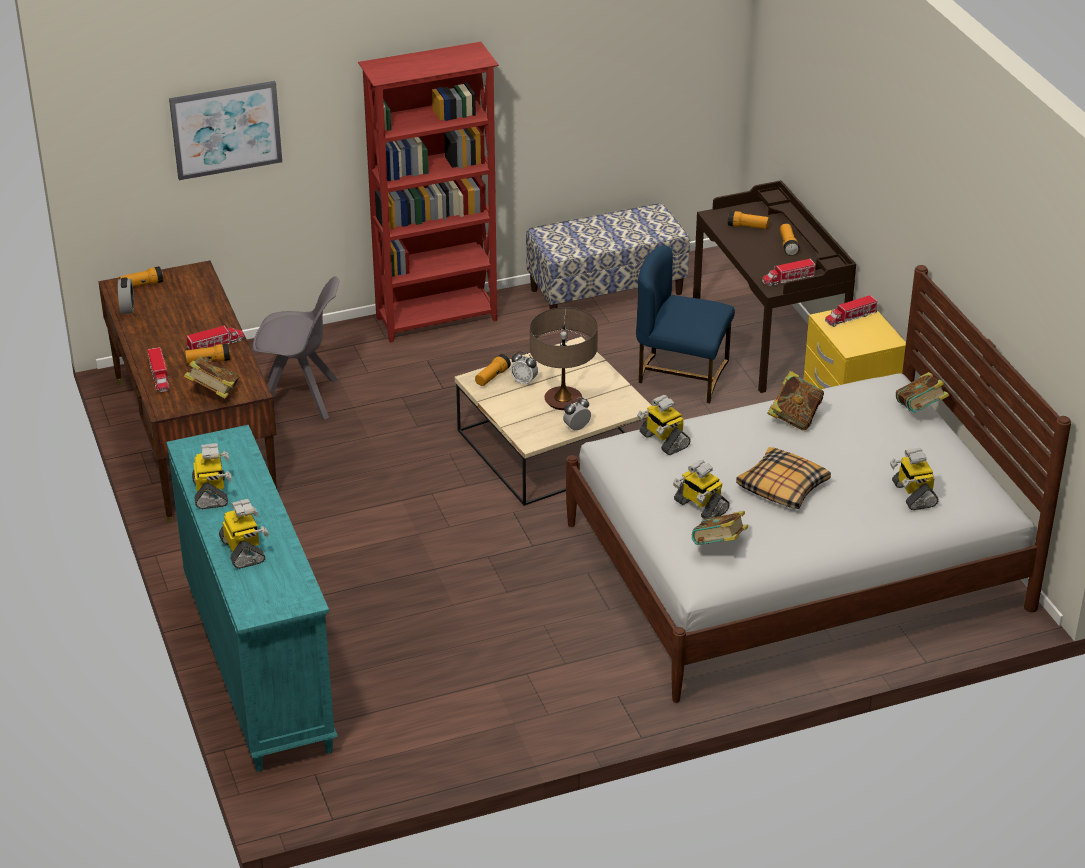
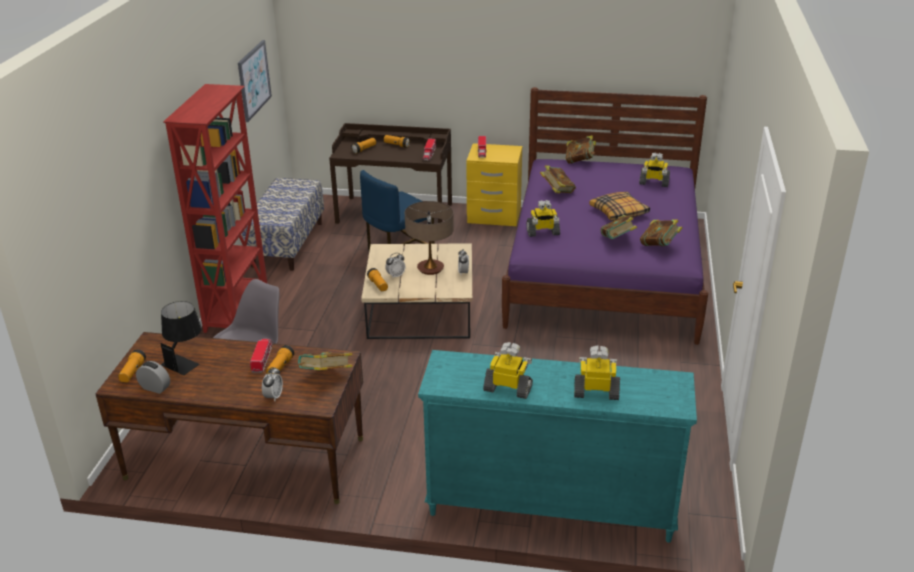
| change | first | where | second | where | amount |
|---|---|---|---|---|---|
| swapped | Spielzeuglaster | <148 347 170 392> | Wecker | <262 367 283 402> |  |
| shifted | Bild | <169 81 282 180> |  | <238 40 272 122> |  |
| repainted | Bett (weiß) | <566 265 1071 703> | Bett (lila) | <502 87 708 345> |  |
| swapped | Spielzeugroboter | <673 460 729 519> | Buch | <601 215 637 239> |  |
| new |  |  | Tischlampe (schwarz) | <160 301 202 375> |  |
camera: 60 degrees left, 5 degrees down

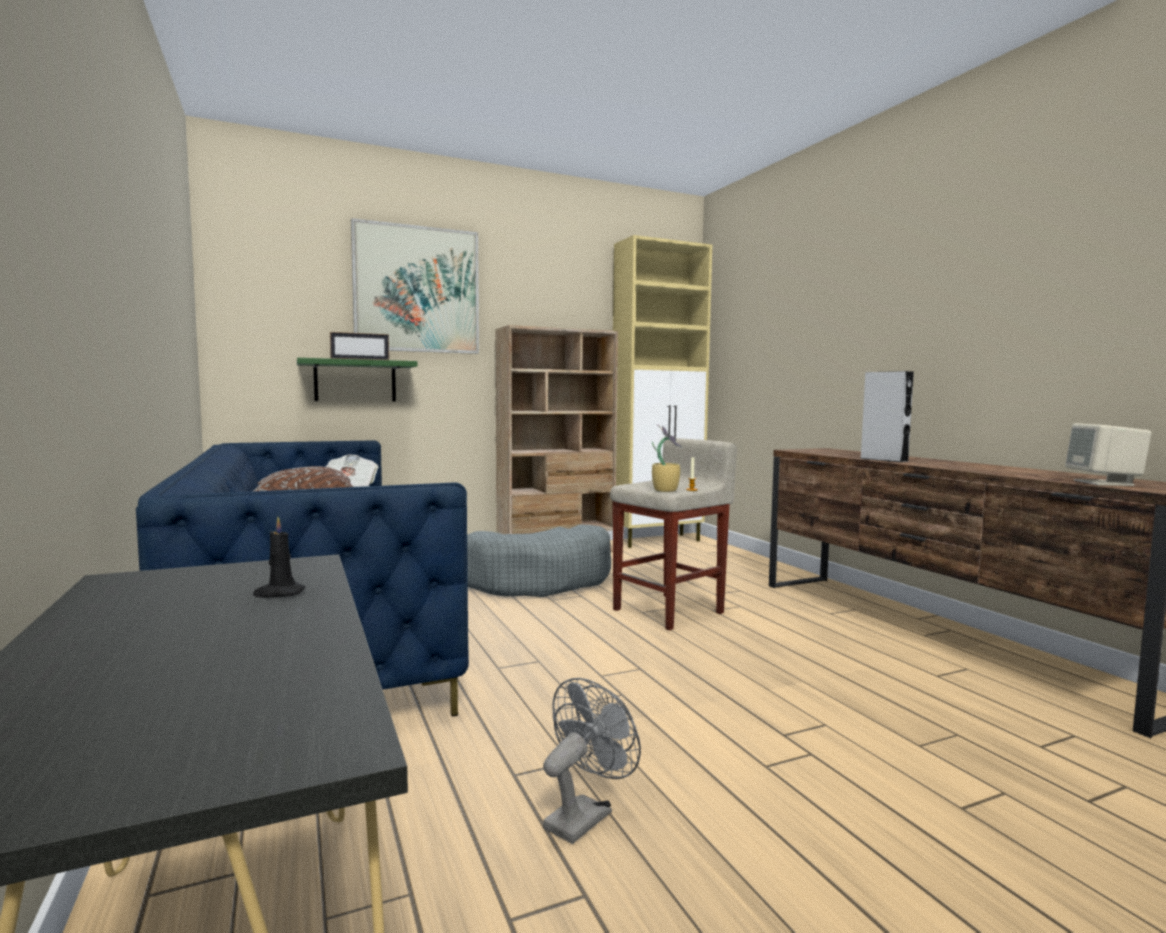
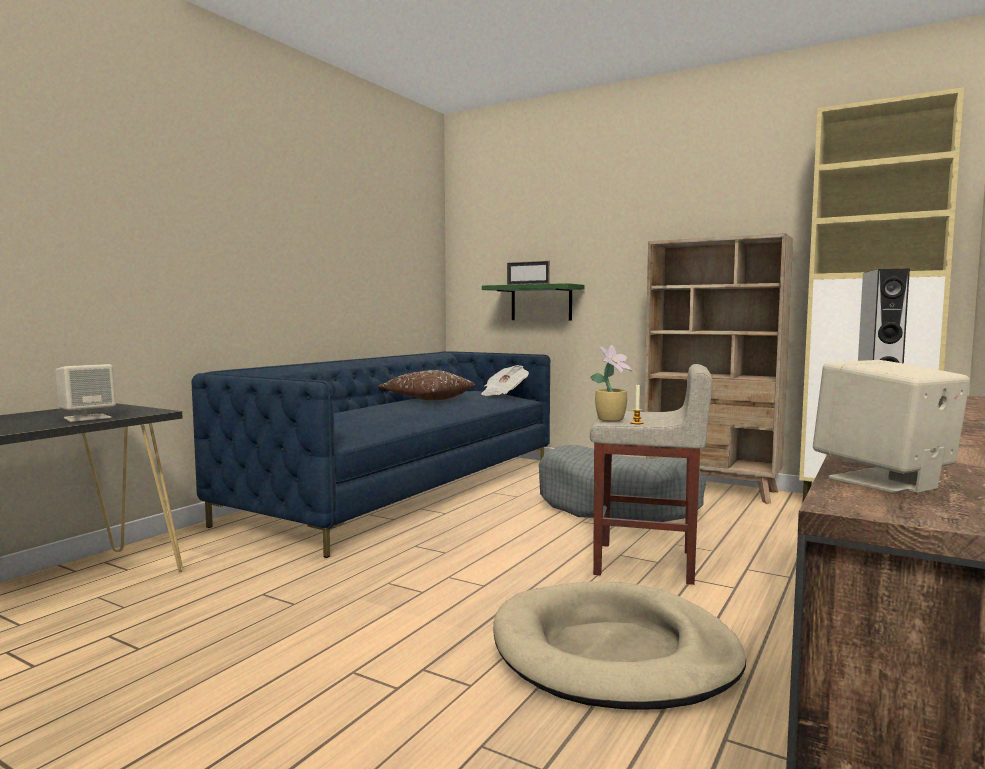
| change | first | where | second | where | amount |
|---|---|---|---|---|---|
| swapped | Kerze (schwarz) | <253 517 305 597> | Lautsprecher (beige) | <55 364 116 422> |  |
| gone | Bild | <351 218 479 354> |  |  |  |
| gone | Ventilator (grau) | <543 678 641 844> |  |  |  |
| new |  |  | Hundebett (beige) | <493 581 746 709> |  |
camera: 55 degrees right, 0 degrees up

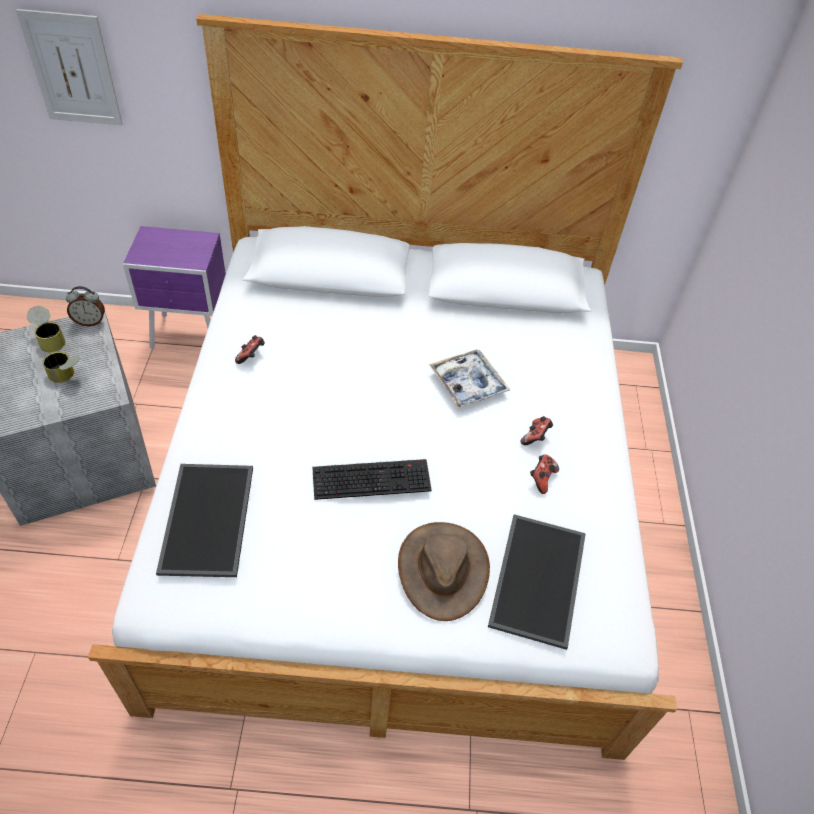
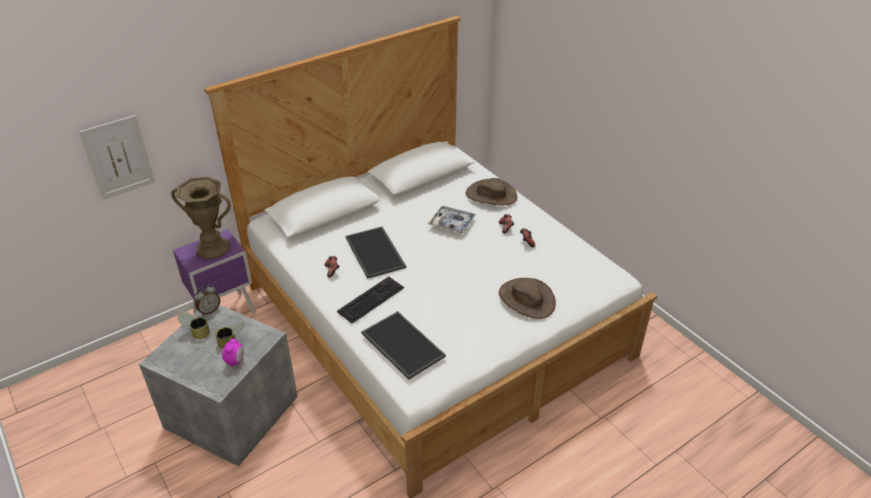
| change | first | where | second | where | amount |
|---|---|---|---|---|---|
| shifted | Tastatur | <312 459 432 500> |  | <337 277 404 324> |  |
| shifted | Tablett | <488 514 586 650> |  | <346 227 406 279> |  |
| new |  |  | Vase (braun) | <171 176 231 259> |  |
| new |  |  | Wecker | <222 339 244 367> |  |
| new |  |  | Hut (braun) | <466 178 517 205> |  |
camera: 35 degrees left, 10 degrees down

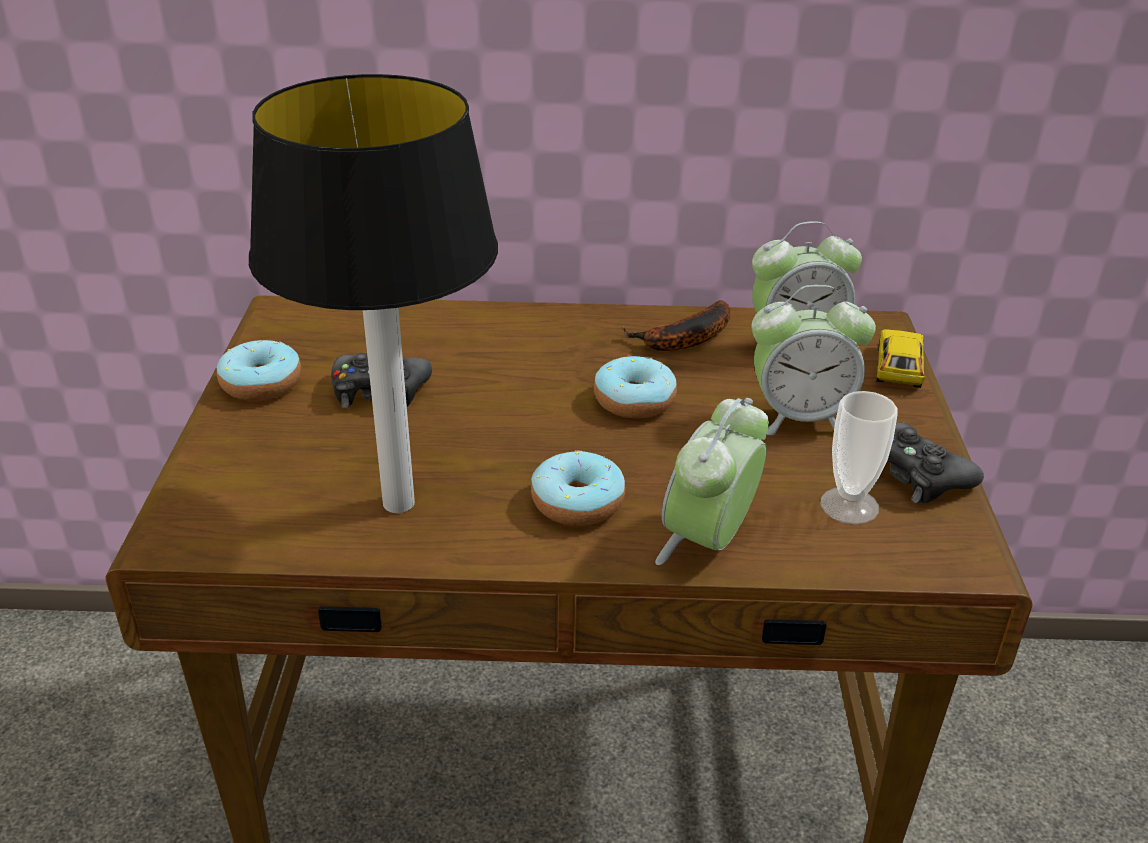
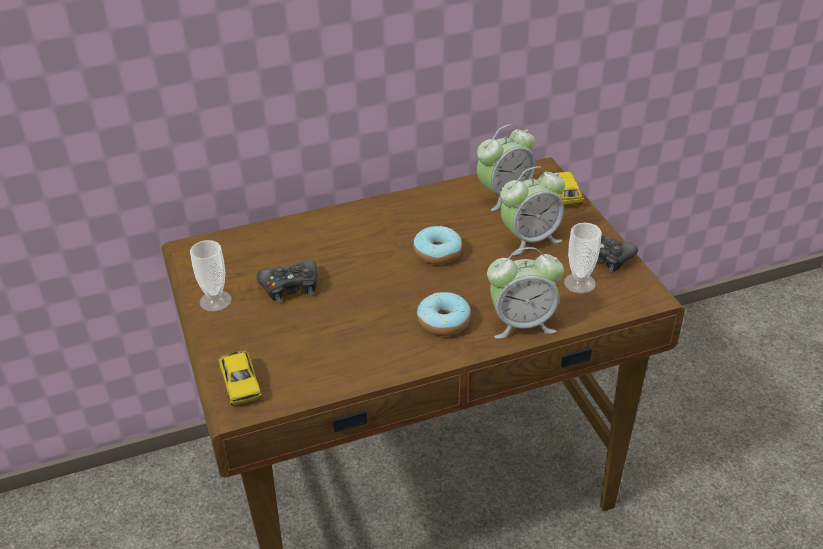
| change | first | where | second | where | amount |
|---|---|---|---|---|---|
| swapped | Donut | <217 340 301 401> | Tasse | <190 240 232 312> |  |
| gone | Tischlampe | <249 74 498 513> |  |  |  |
| gone | Banane | <622 300 731 351> |  |  |  |
| rotated | Wecker | <655 398 769 565> |  | <487 247 564 339> | 105 degrees counterclockwise |
| new |  |  | Spielzeugauto | <218 351 262 405> |  |
camera: 20 degrees left, 5 degrees up

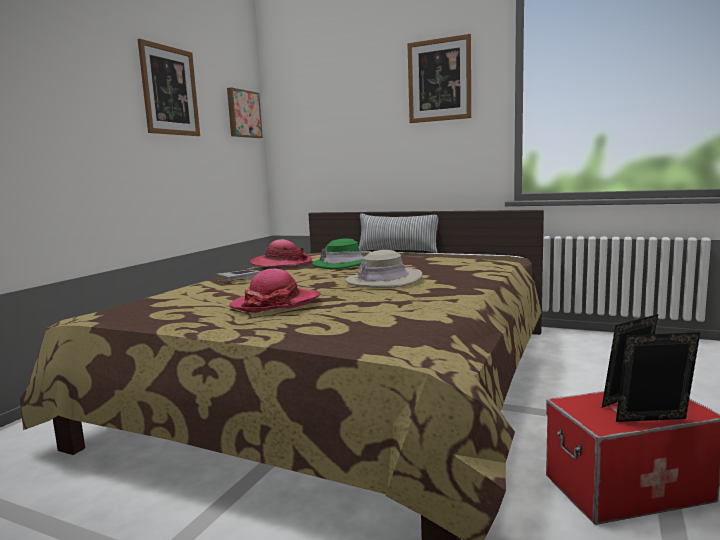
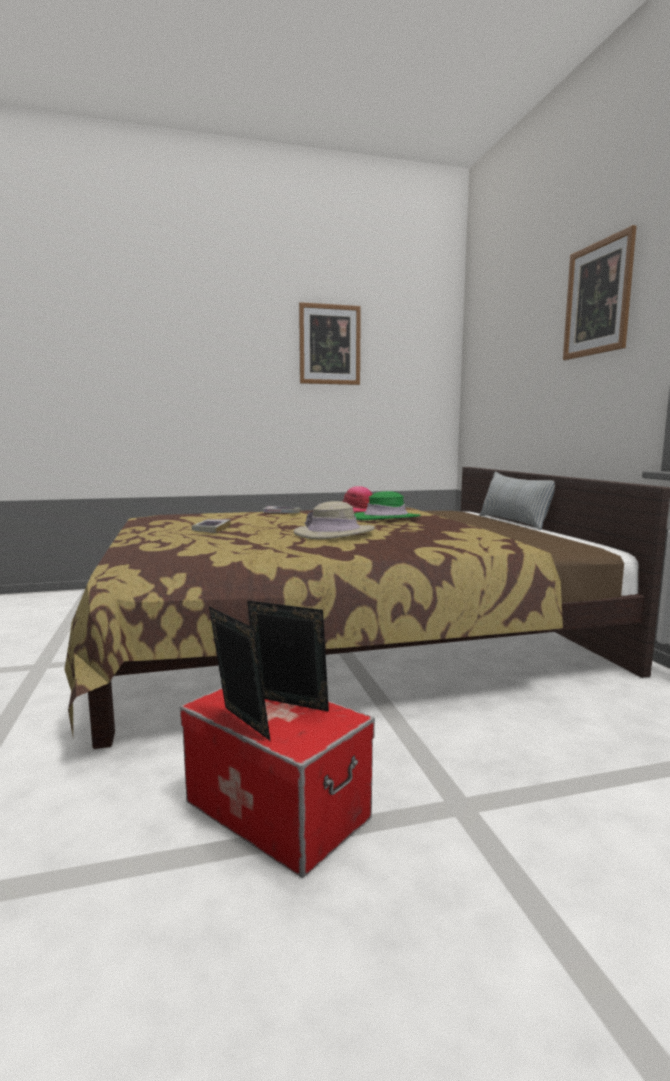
| change | first | where | second | where | amount |
|---|---|---|---|---|---|
| gone | Bild | <227 87 263 138> |  |  |  |
| swapped | Hut | <229 269 320 313> | Buch | <192 519 231 533> |  |
camera: 50 degrees right, 0 degrees up

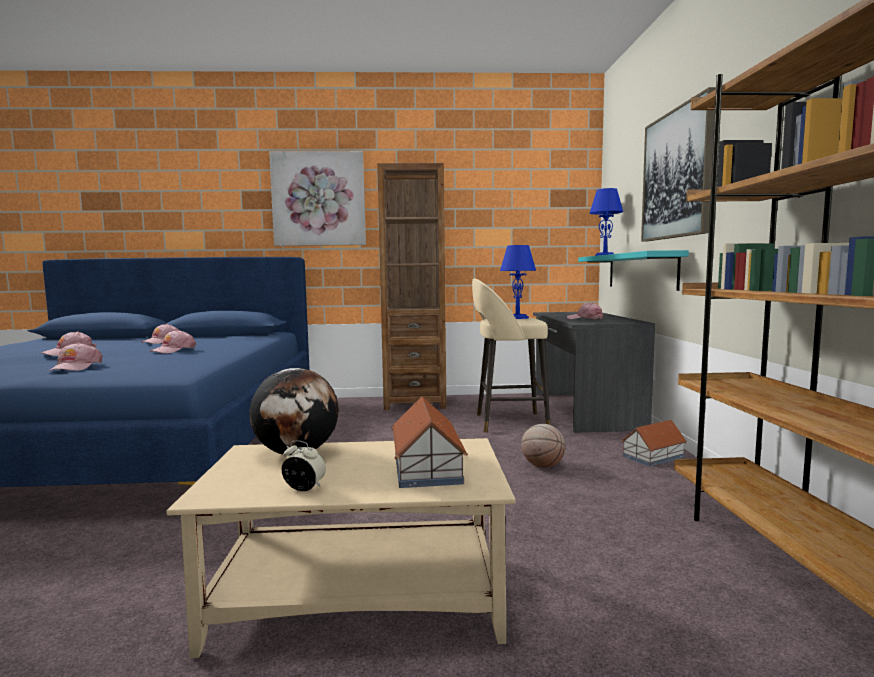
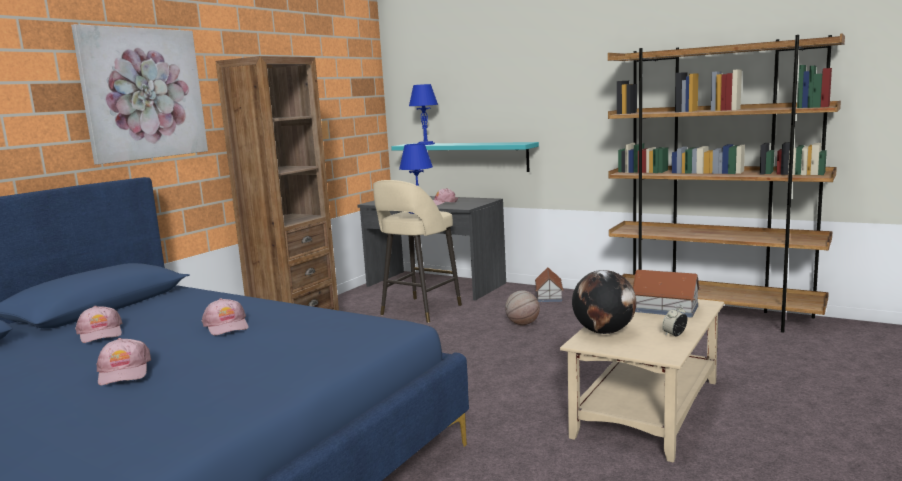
| change | first | where | second | where | amount |
|---|---|---|---|---|---|
| gone | Kappe (rosa) | <48 342 103 371> |  |  |  |
| gone | Bild | <641 87 716 242> |  |  |  |
camera: 55 degrees left, 5 degrees up

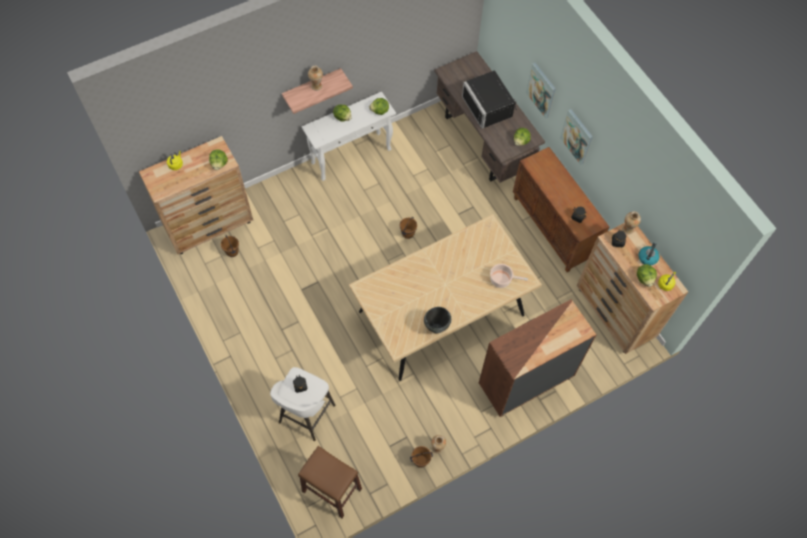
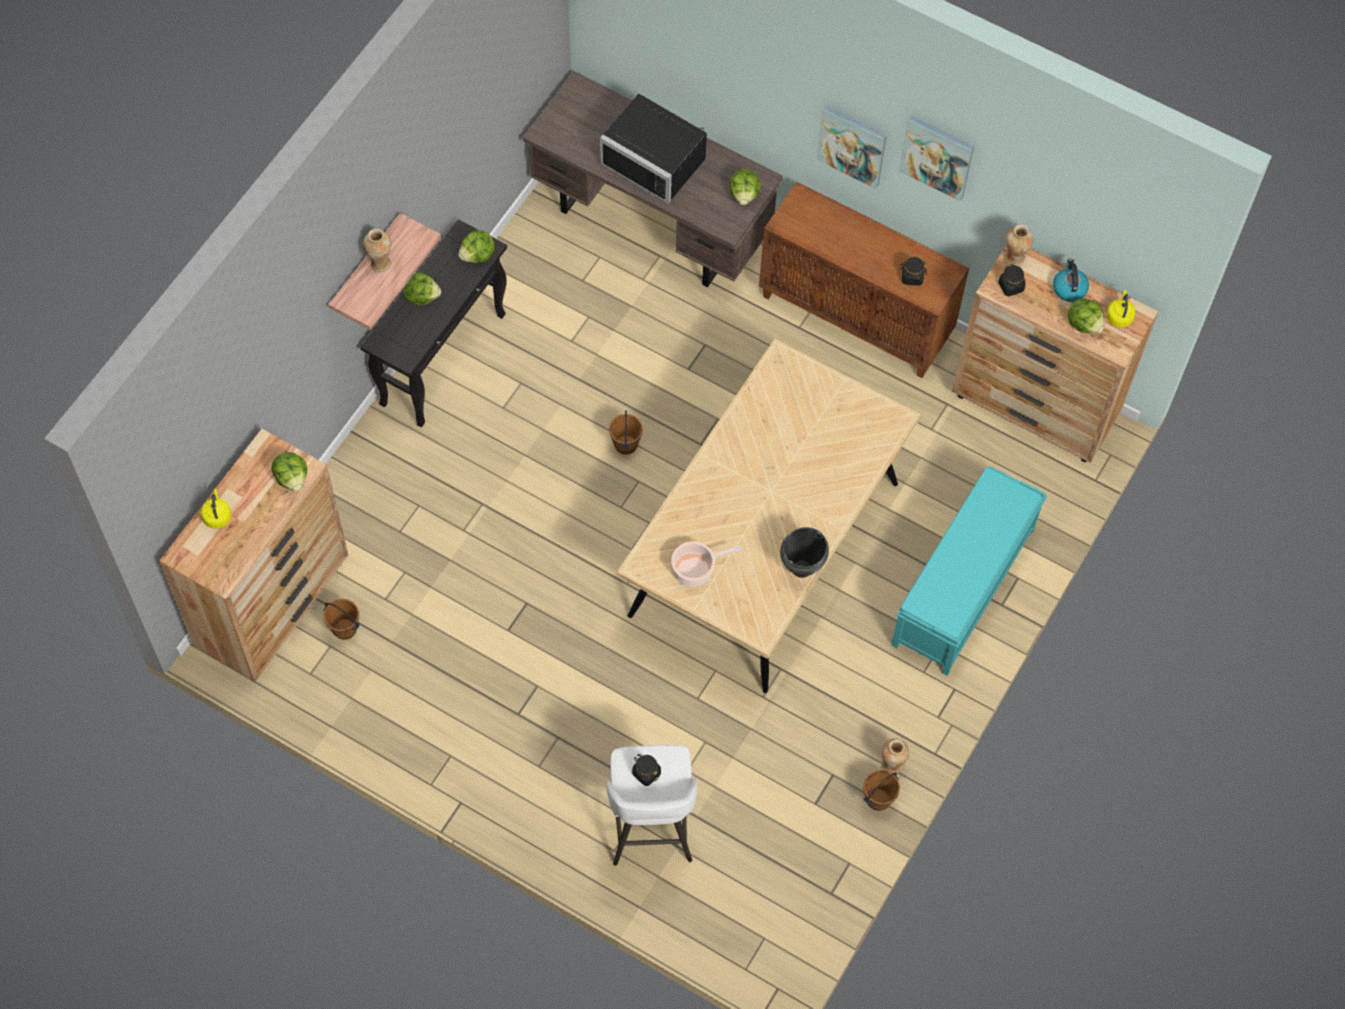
| change | first | where | second | where | amount |
|---|---|---|---|---|---|
| gone | Hocker (braun) | <298 446 362 518> |  |  |  |
| repainted | Konsolentisch (weiß) | <302 92 396 181> | Konsolentisch (schwarz) | <360 219 507 427> |  |
| swapped | Kommode (braun) | <479 299 596 417> | Bank (türkis) | <891 466 1047 676> |  |
| shifted | Kochtopf | <490 264 528 288> |  | <671 541 741 587> |  |
| shifted | Bild | <526 63 556 118> |  | <899 116 974 201> |  |
camera: 30 degrees left, 0 degrees up

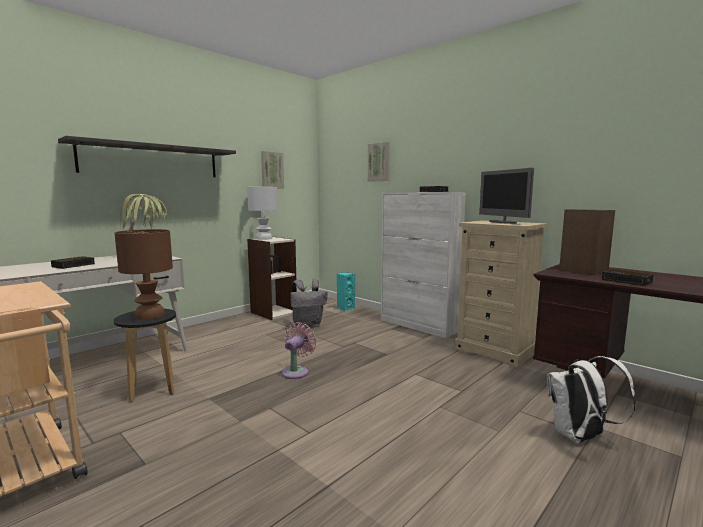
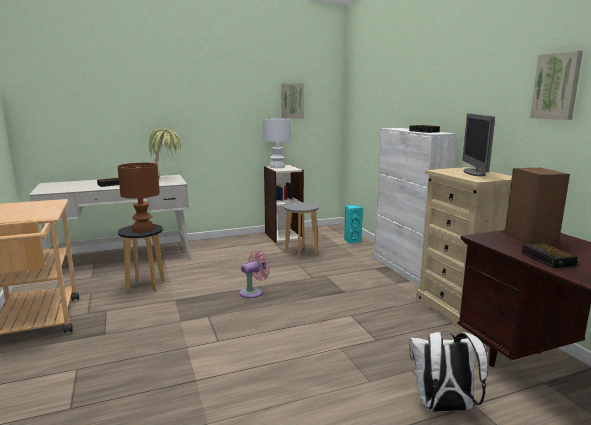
| change | first | where | second | where | amount |
|---|---|---|---|---|---|
| gone | Wandregal | <58 136 236 177> |  |  |  |
| swapped | Rucksack (grau) | <291 279 328 328> | Hocker (grau) | <284 202 319 259> |  |
| shifted | Bild | <368 142 390 182> |  | <530 50 583 120> |  |
camera: 25 degrees right, 5 degrees up

